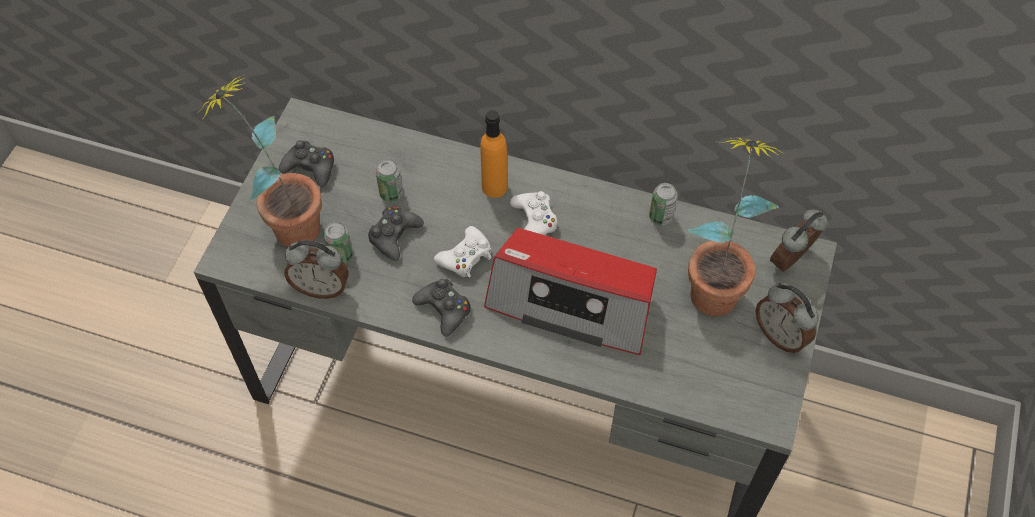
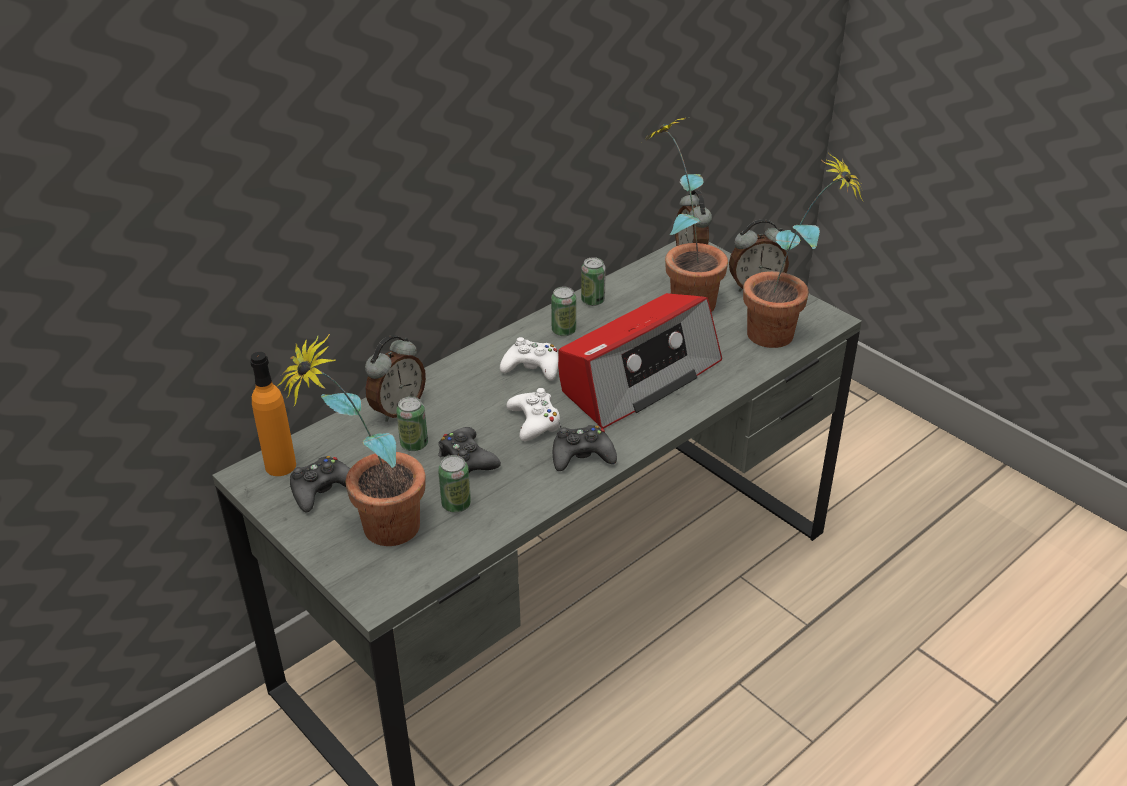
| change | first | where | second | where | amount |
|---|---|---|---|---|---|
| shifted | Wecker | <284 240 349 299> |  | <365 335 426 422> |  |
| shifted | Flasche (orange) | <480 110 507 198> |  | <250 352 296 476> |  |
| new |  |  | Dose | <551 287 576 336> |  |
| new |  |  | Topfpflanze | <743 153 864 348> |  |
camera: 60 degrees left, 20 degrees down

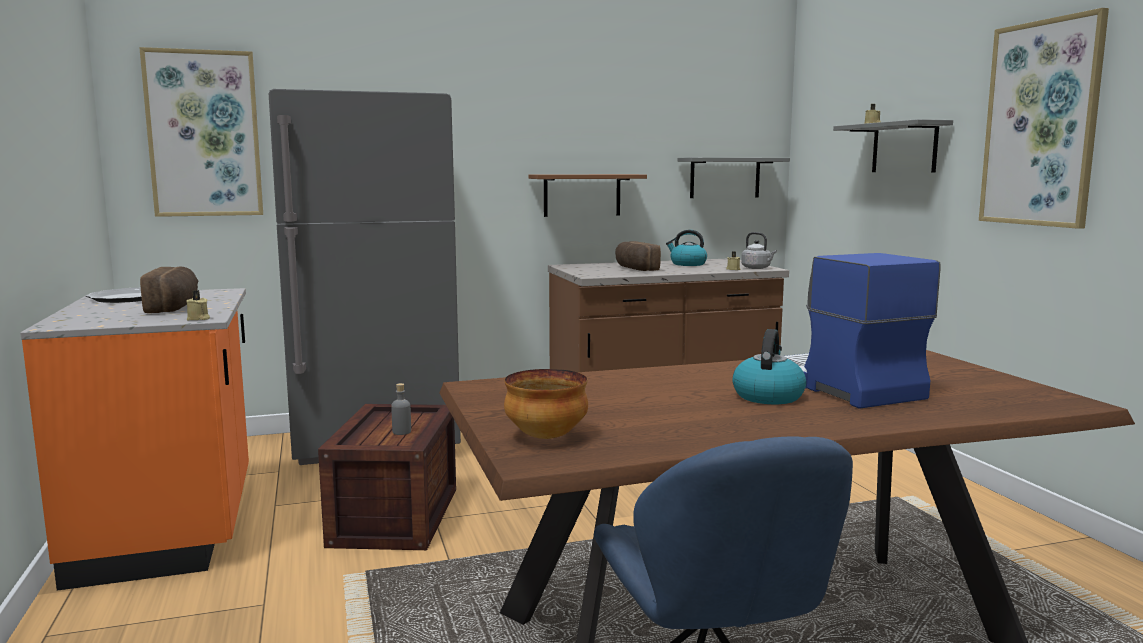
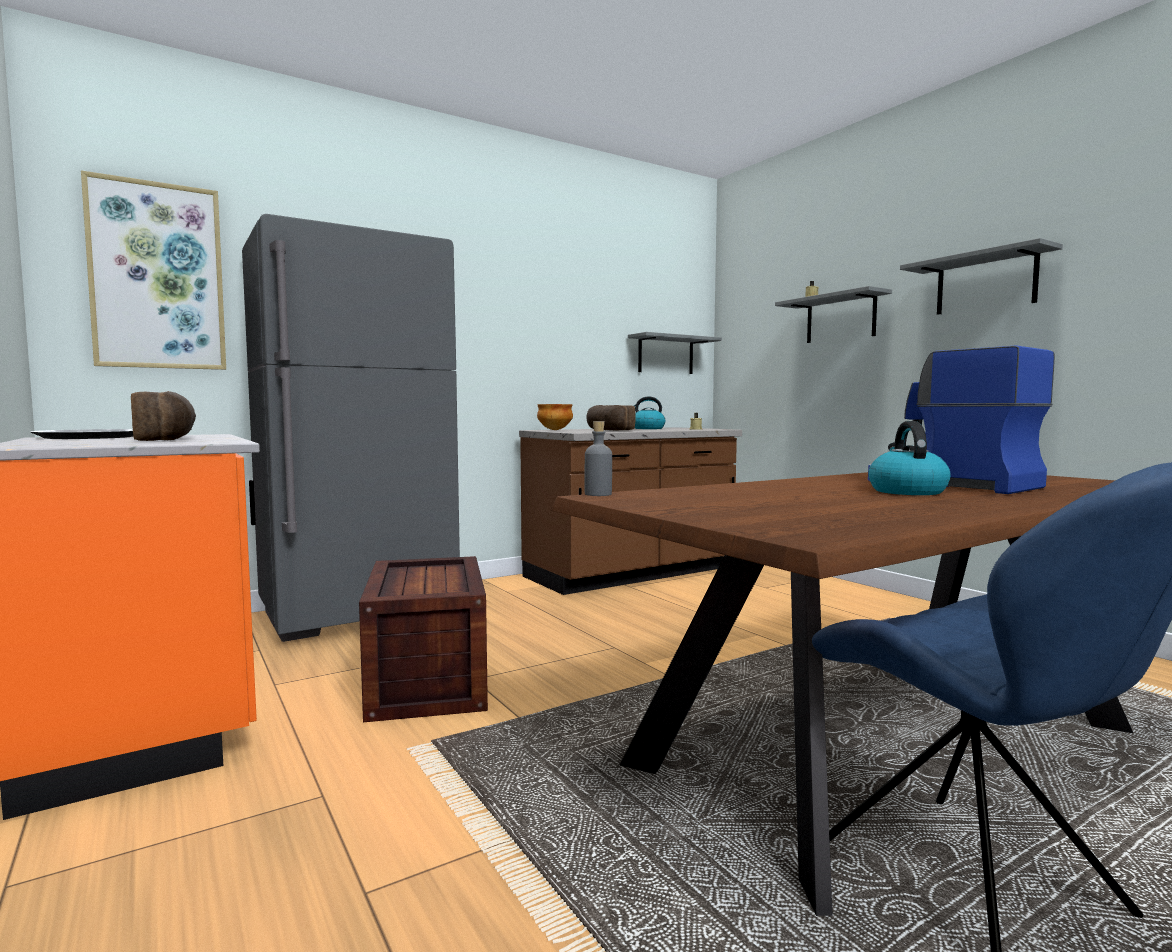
| change | first | where | second | where | amount |
|---|---|---|---|---|---|
| gone | Kerze (beige) | <186 290 210 320> |  |  |  |
| shifted | Flasche (grau) | <391 383 411 435> |  | <585 421 612 496> |  |
| shifted | Schüssel | <504 369 588 439> |  | <537 404 573 430> |  |
| gone | Wandregal (braun) | <528 174 647 217> |  |  |  |
| gone | Wasserkessel (grau) | <741 232 777 269> |  |  |  |
| swapped | Bild | <979 8 1109 229> | Wandregal (grau) | <900 238 1063 315> |  |
camera: 15 degrees left, 5 degrees down

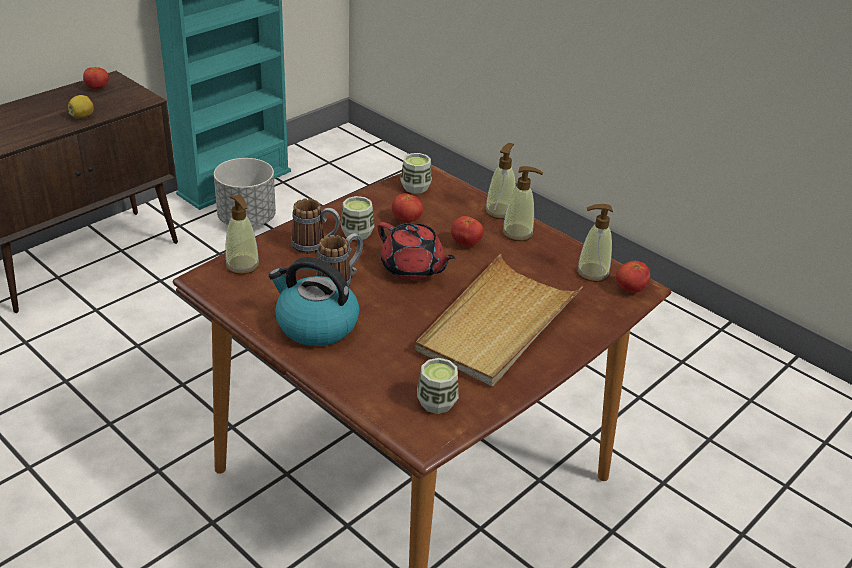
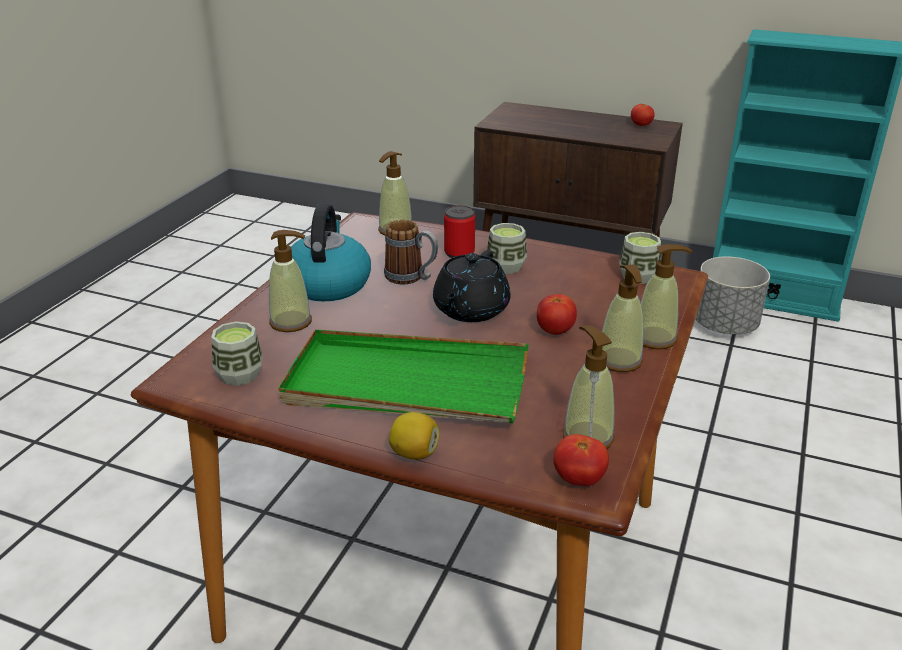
| change | first | where | second | where | amount |
|---|---|---|---|---|---|
| shifted | Zitrone | <68 95 94 119> |  | <389 412 439 460> |  |
| swapped | Henkelbecher | <291 198 340 254> | Dose | <444 205 475 258> |  |
| repainted | Teekanne (rot) | <377 222 456 281> | Teekanne (schwarz) | <433 250 510 322> |  |
| gone | Tomate | <392 193 423 222> |  |  |  |
| repainted | Tablett (beige) | <415 254 582 386> | Tablett (grün) | <278 329 529 423> |  |
| new |  |  | Seifenspender | <269 230 312 332> |  |
camera: 70 degrees right, 5 degrees down

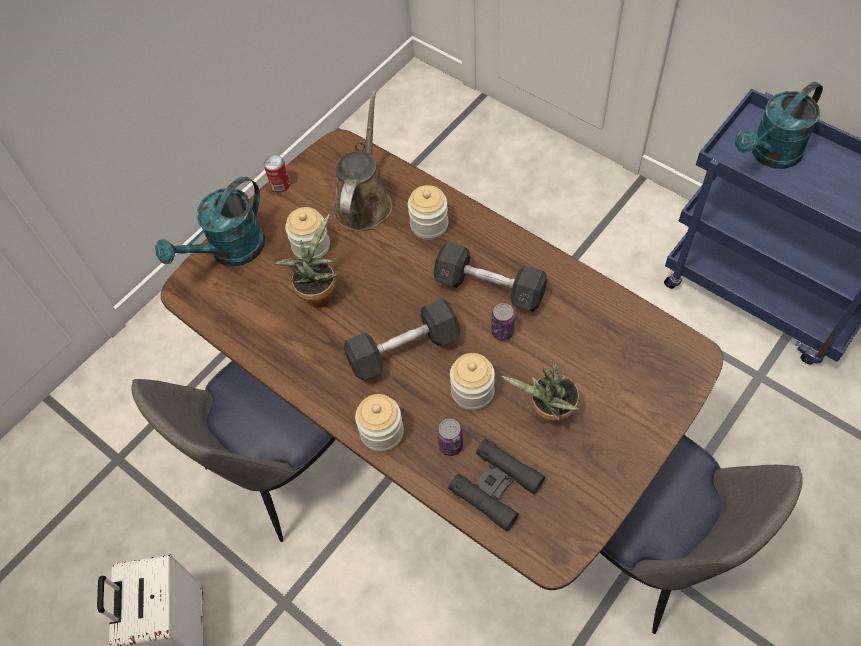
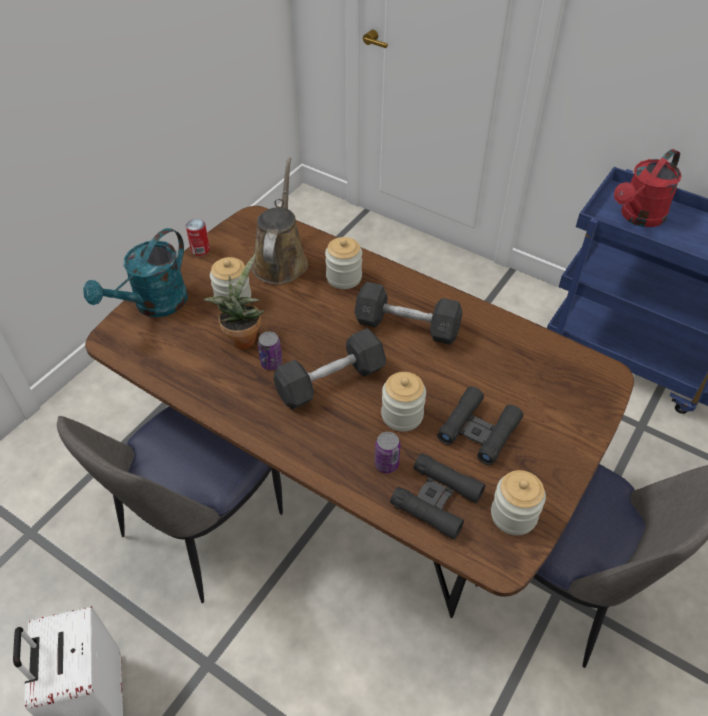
| change | first | where | second | where | amount |
|---|---|---|---|---|---|
| shifted | Vorratsglas | <355 394 404 452> |  | <491 470 546 536> |  |
| shifted | Dose | <491 303 515 341> |  | <258 332 282 370> |  |
| swapped | Topfpflanze | <501 363 579 424> | Fernglas (schwarz) | <437 386 523 465> |  |
| repainted | Gießkanne (türkis) | <735 82 823 169> | Gießkanne (rot) | <614 149 682 227> |  |
camera: 10 degrees left, 10 degrees down

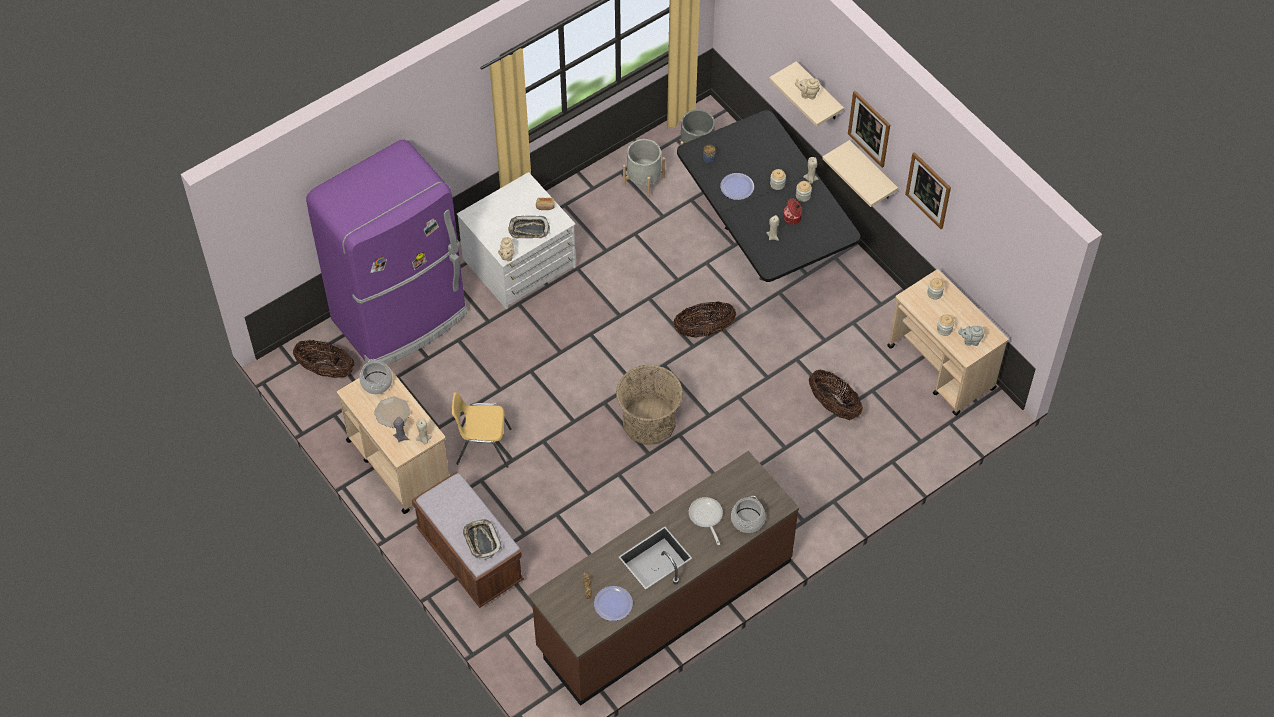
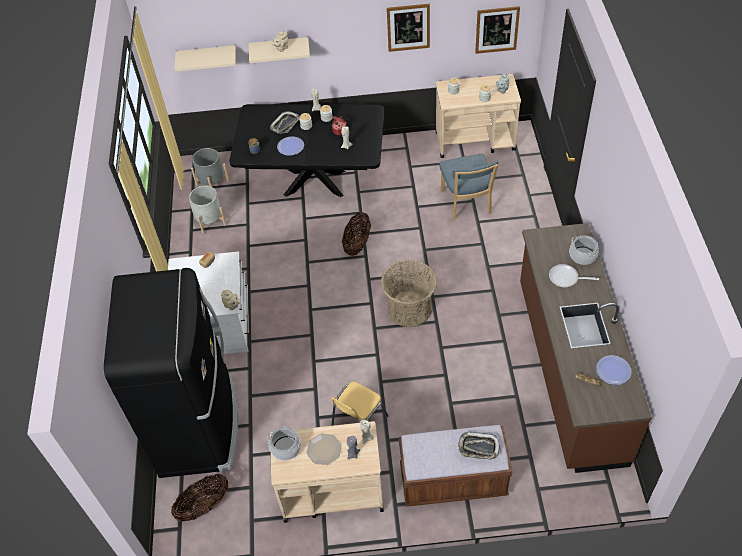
| change | first | where | second | where | amount |
|---|---|---|---|---|---|
| repainted | Kühlschrank (lila) | <306 140 468 365> | Kühlschrank (schwarz) | <104 268 238 478> |  |
| shifted | Tablett | <508 216 550 238> |  | <270 111 300 133> |  |
| swapped | Korb | <809 369 863 420> | Stuhl (blau) | <440 154 498 221> |  |
| shifted | Wandregal (beige) | <822 140 898 207> |  | <174 45 236 72> |  |
| shifted | Bild | <848 91 890 168> |  | <475 6 520 54> |  |
camera: 55 degrees left, 5 degrees down

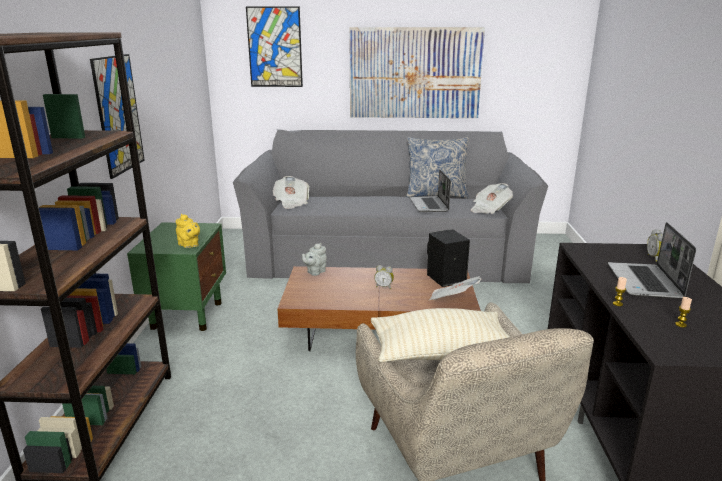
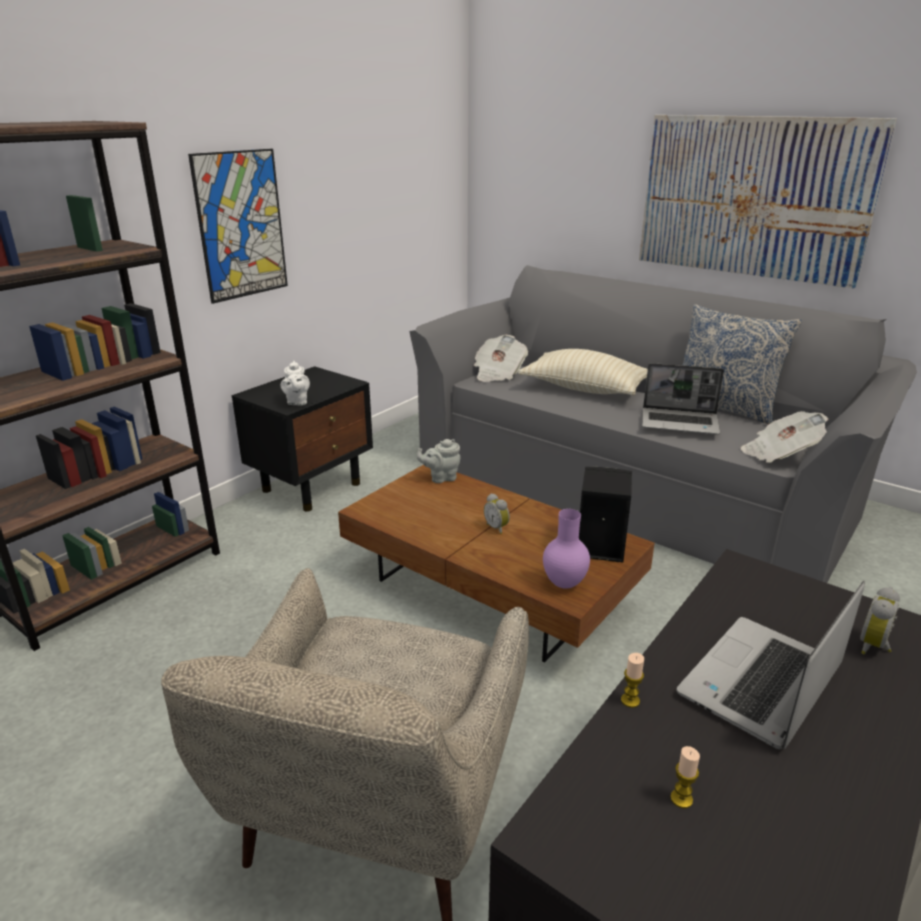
| change | first | where | second | where | amount |
|---|---|---|---|---|---|
| repainted | Nachttisch (grün) | <127 222 226 331> | Nachttisch (schwarz) | <231 366 373 512> |  |
| repainted | Teekanne (gelb) | <176 214 200 248> | Teekanne (weiß) | <281 361 310 406> |  |
| gone | Bild | <246 6 303 87> |  |  |  |
| shifted | Kissen (beige) | <371 308 510 362> |  | <518 349 648 395> |  |
| rotated | Laptop | <410 169 451 212> |  | <642 363 724 434> | 105 degrees counterclockwise |
| swapped | Zeitung | <428 276 481 301> | Vase (lila) | <543 509 590 589> |  |
camera: 35 degrees right, 5 degrees up

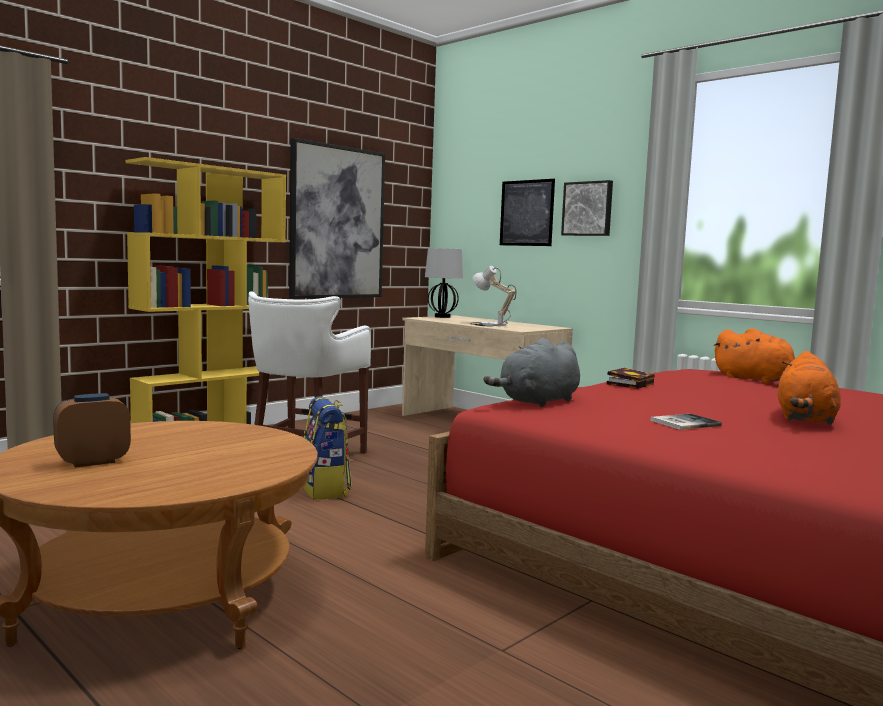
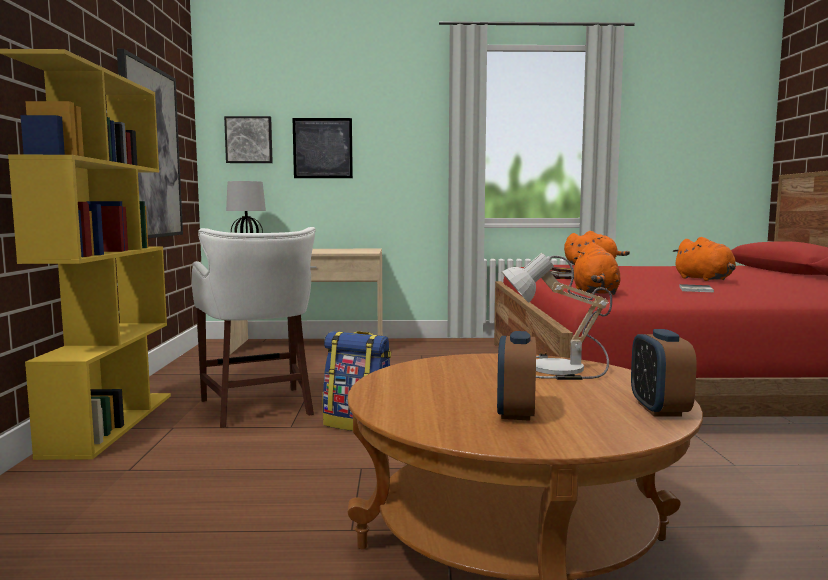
| change | first | where | second | where | amount |
|---|---|---|---|---|---|
| shifted | Tischlampe | <469 266 516 327> |  | <502 253 612 380> |  |
| repainted | Plüschtier (grau) | <484 338 580 407> | Plüschtier (orange) | <574 243 621 295> |  |
| shifted | Bild | <561 180 613 236> |  | <224 116 273 163> |  |
| new |  |  | Wecker | <631 329 697 416> |  |
camera: 45 degrees left, 0 degrees up

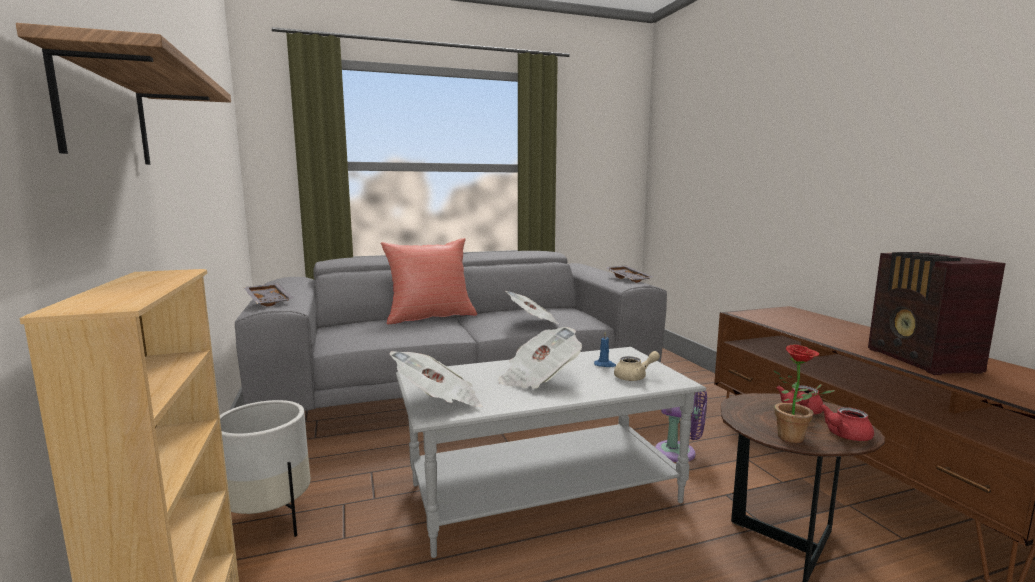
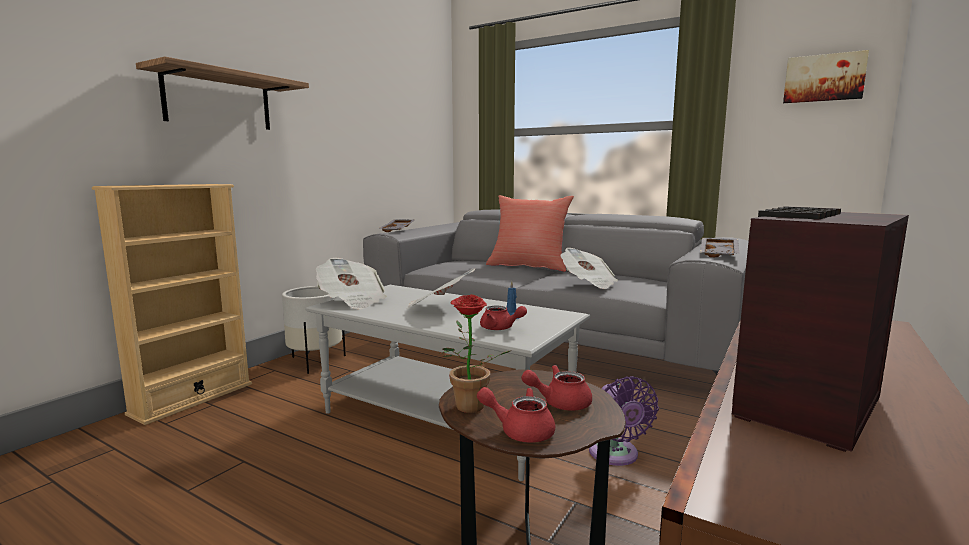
| change | first | where | second | where | amount |
|---|---|---|---|---|---|
| repainted | Teekanne (beige) | <614 351 660 381> | Teekanne (rot) | <480 306 527 330> |  |
| new |  |  | Bild | <783 50 869 103> |  |
camera: 50 degrees right, 0 degrees up

